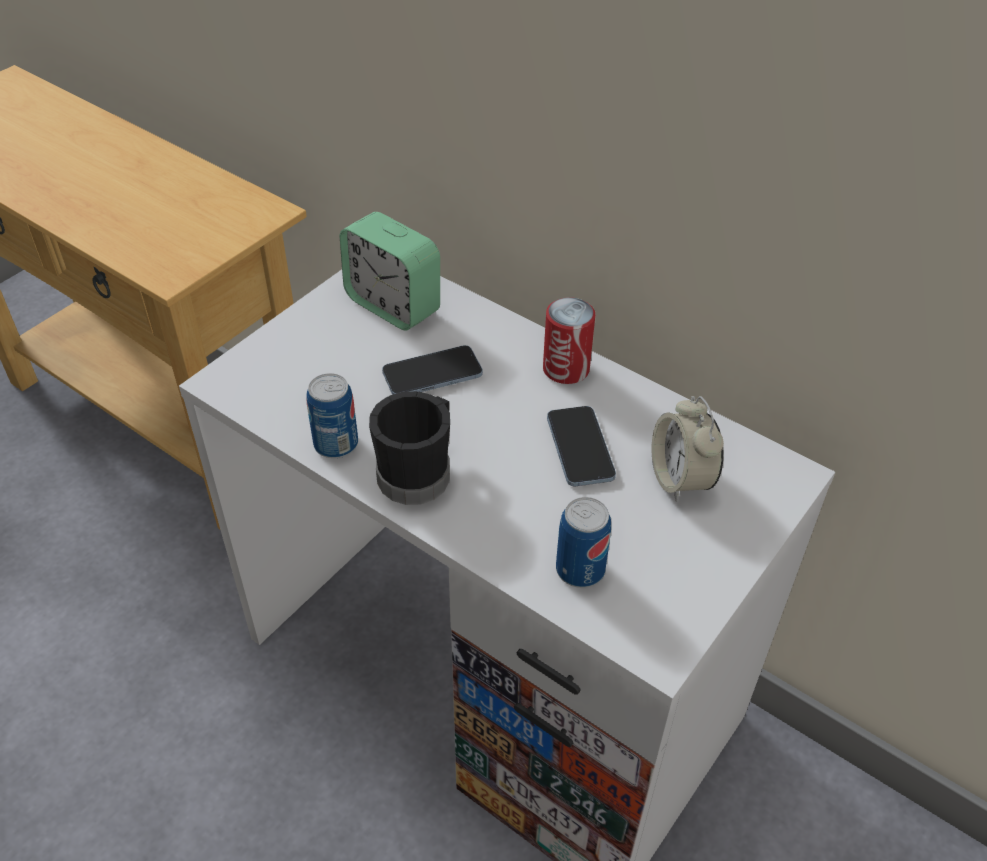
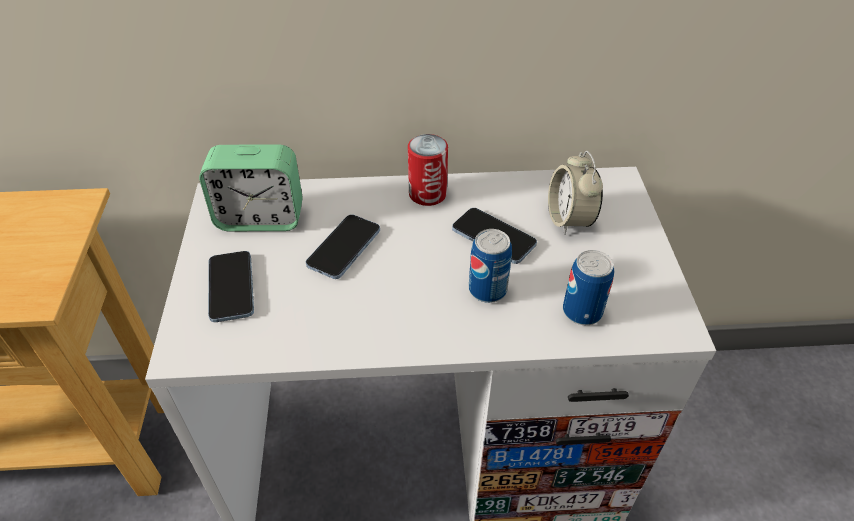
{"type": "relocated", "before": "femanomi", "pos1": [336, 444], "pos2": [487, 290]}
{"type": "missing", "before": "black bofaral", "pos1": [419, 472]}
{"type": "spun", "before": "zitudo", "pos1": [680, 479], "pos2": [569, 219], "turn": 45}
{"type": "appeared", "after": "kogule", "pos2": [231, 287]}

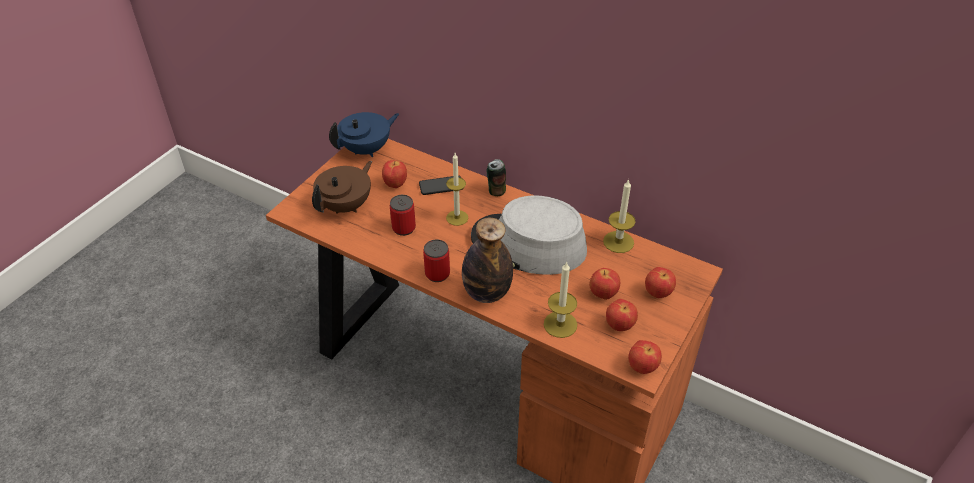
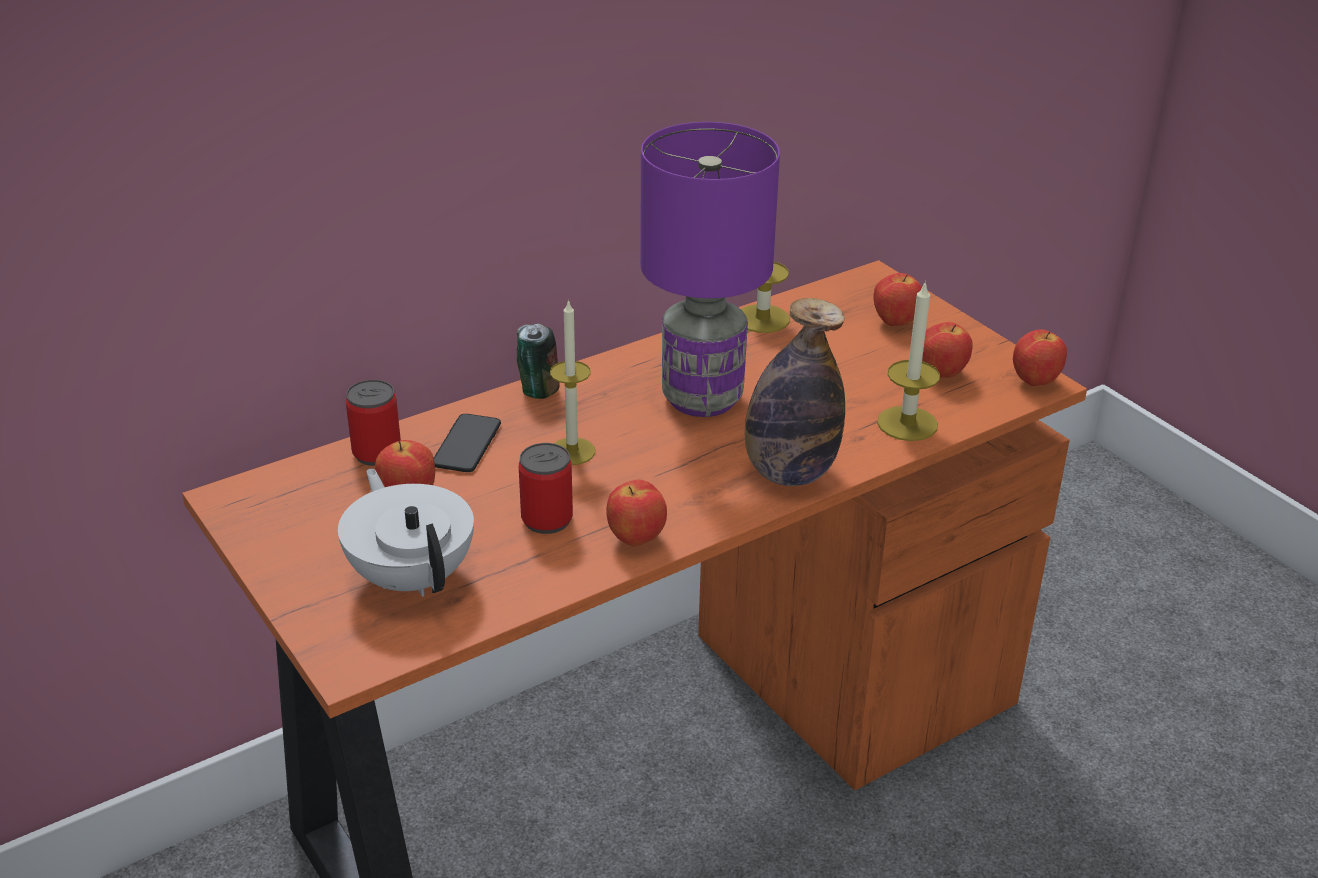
{"type": "missing", "before": "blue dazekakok", "pos1": [367, 149]}
{"type": "colour", "before": "brown dazekakok", "after": "white dazekakok", "pos1": [346, 206], "pos2": [412, 576]}
{"type": "exchanged", "before": "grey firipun", "after": "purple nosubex", "pos1": [528, 245], "pos2": [704, 399]}
{"type": "relocated", "before": "femanomi", "pos1": [437, 274], "pos2": [377, 453]}
{"type": "relocated", "before": "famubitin", "pos1": [603, 295], "pos2": [636, 540]}

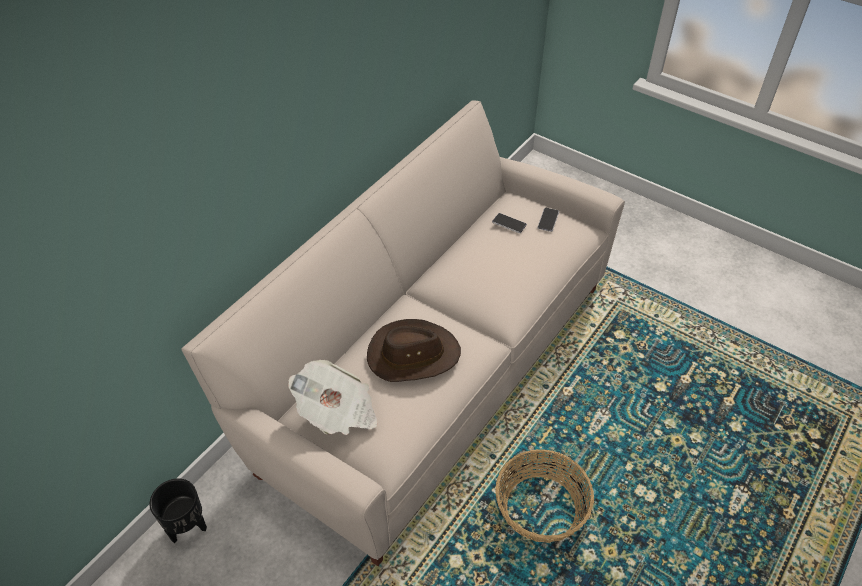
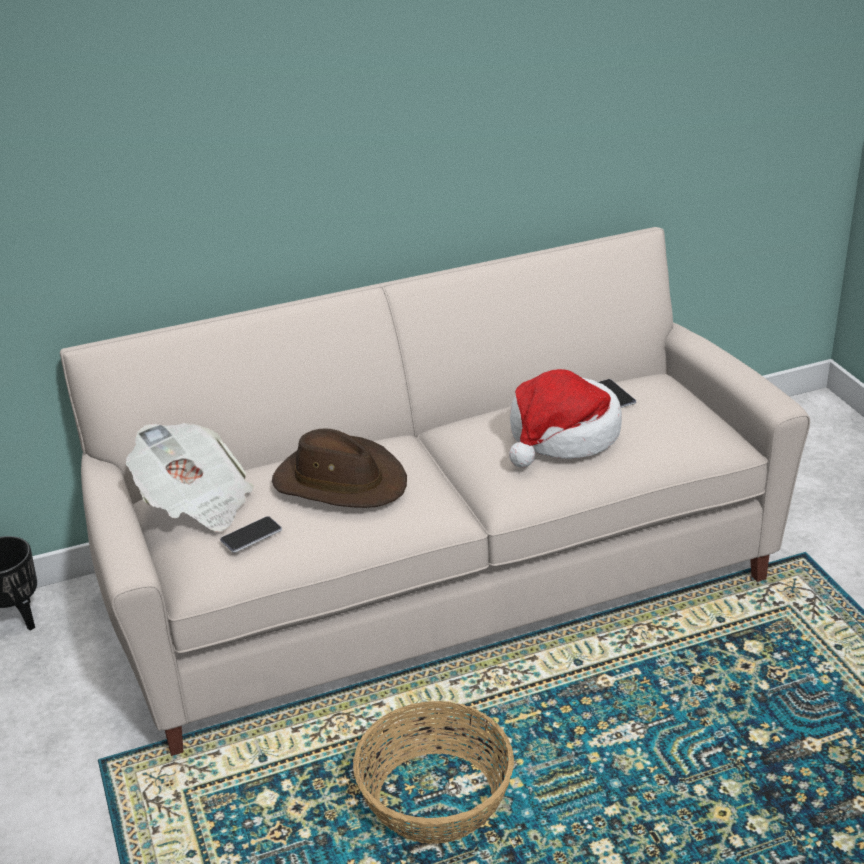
{"type": "relocated", "before": "kogule", "pos1": [548, 220], "pos2": [251, 535]}
{"type": "appeared", "after": "firipun", "pos2": [562, 436]}

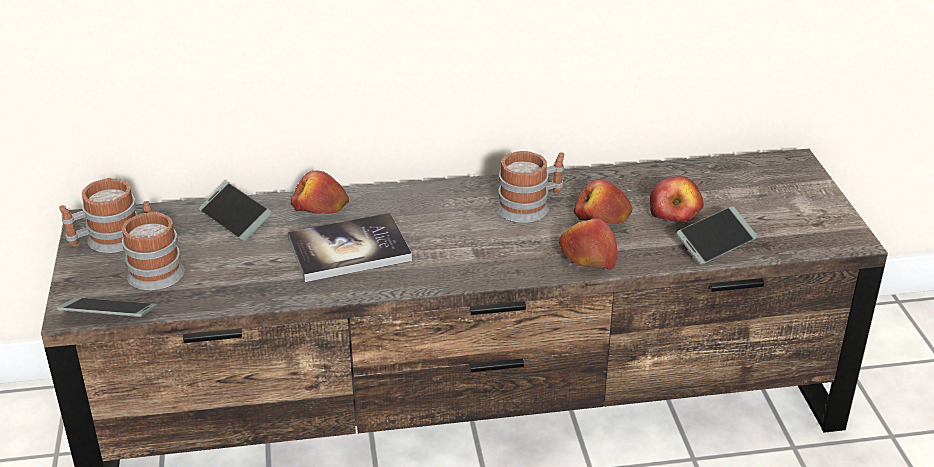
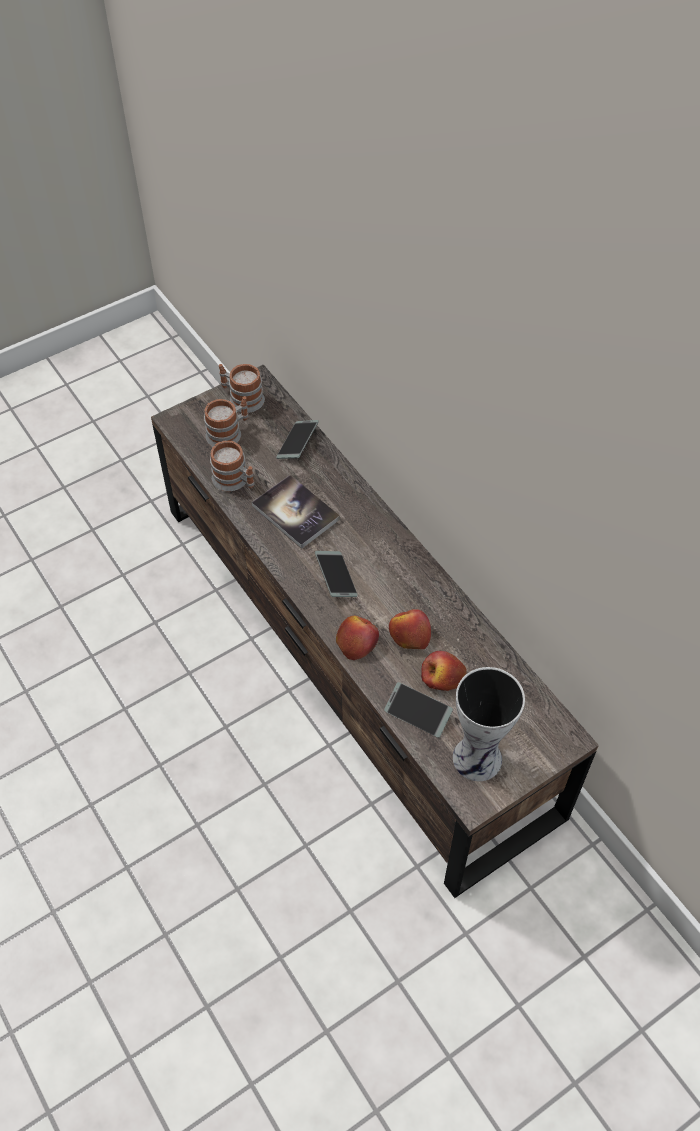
{"type": "relocated", "before": "bofaral", "pos1": [530, 207], "pos2": [235, 481]}
{"type": "missing", "before": "famubitin", "pos1": [320, 209]}
{"type": "relocated", "before": "kogule", "pos1": [109, 315], "pos2": [336, 577]}
{"type": "appeared", "after": "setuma", "pos2": [479, 758]}

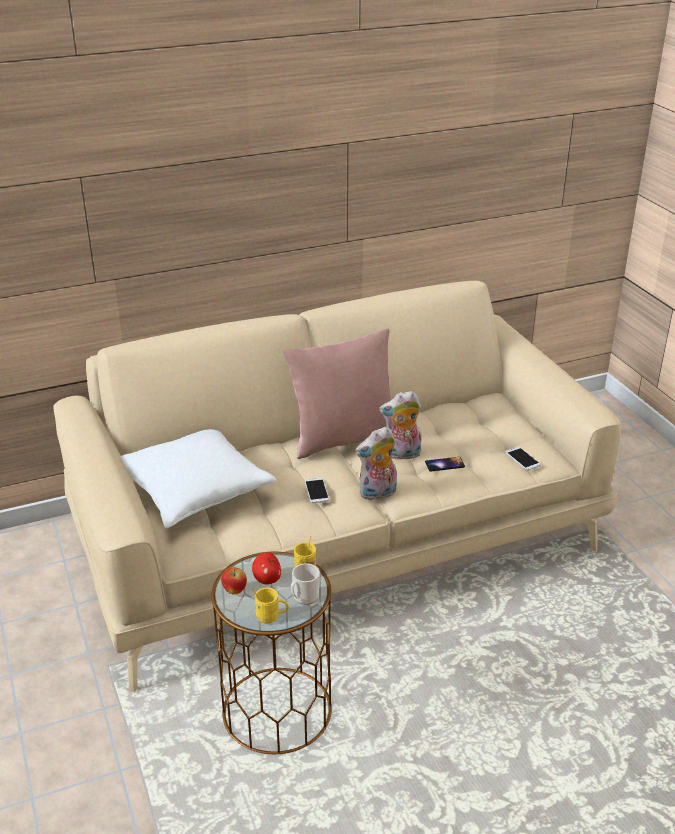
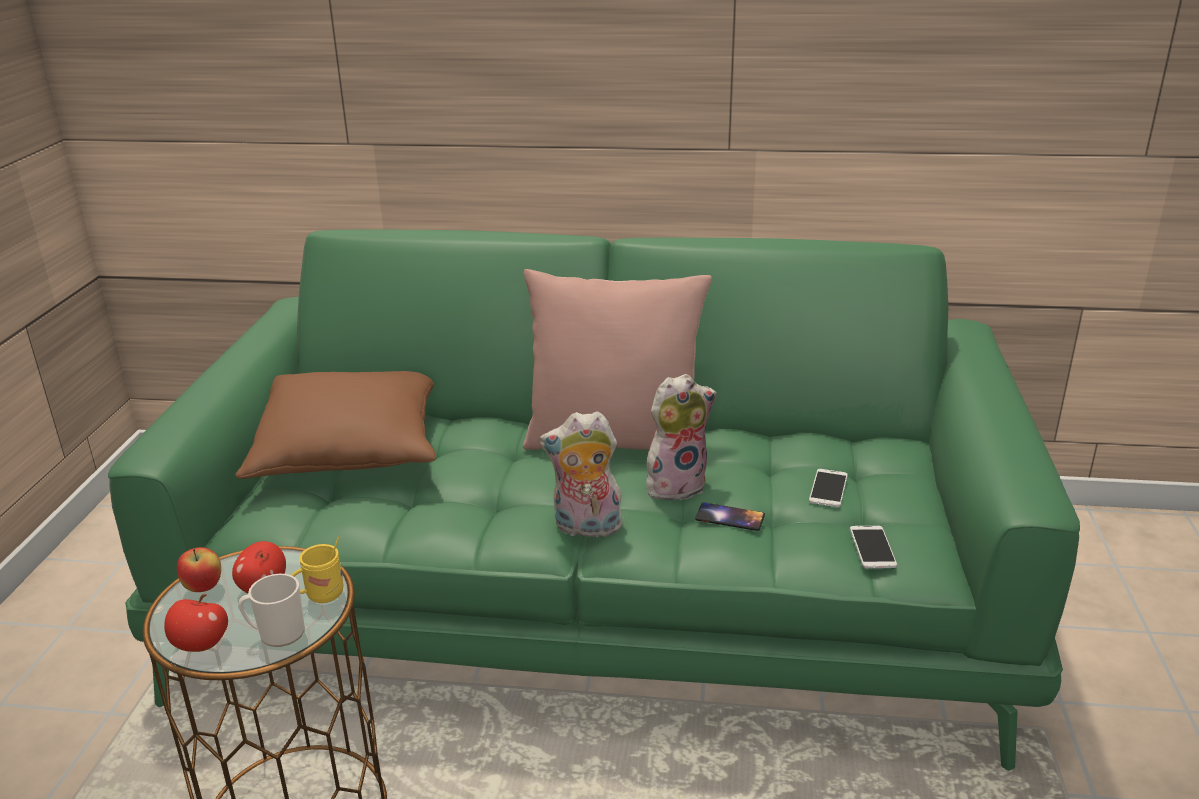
{"type": "colour", "before": "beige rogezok", "after": "green rogezok", "pos1": [337, 534], "pos2": [603, 594]}
{"type": "spun", "before": "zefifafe", "pos1": [401, 455], "pos2": [676, 484], "turn": 135}
{"type": "colour", "before": "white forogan", "after": "brown forogan", "pos1": [194, 489], "pos2": [350, 447]}
{"type": "relocated", "before": "kogule", "pos1": [316, 490], "pos2": [828, 488]}
{"type": "exchanged", "before": "yellow bofaral", "after": "famubitin", "pos1": [271, 617], "pos2": [200, 645]}

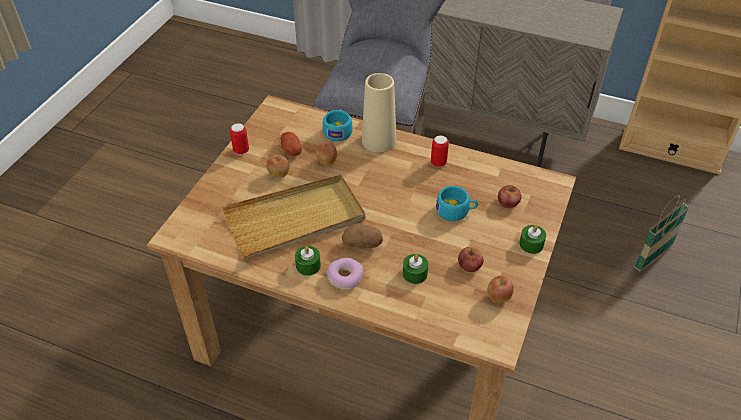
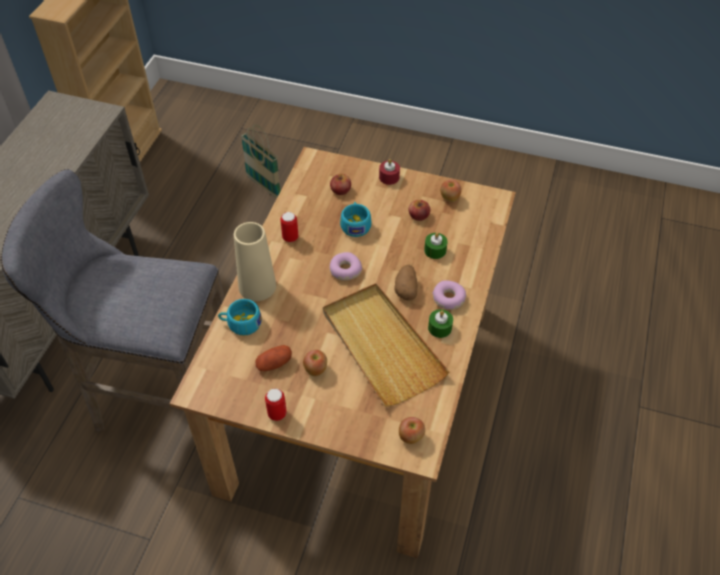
{"type": "relocated", "before": "famubitin", "pos1": [326, 162], "pos2": [411, 437]}
{"type": "colour", "before": "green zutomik", "after": "red zutomik", "pos1": [531, 244], "pos2": [389, 177]}
{"type": "appeared", "after": "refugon", "pos2": [345, 270]}

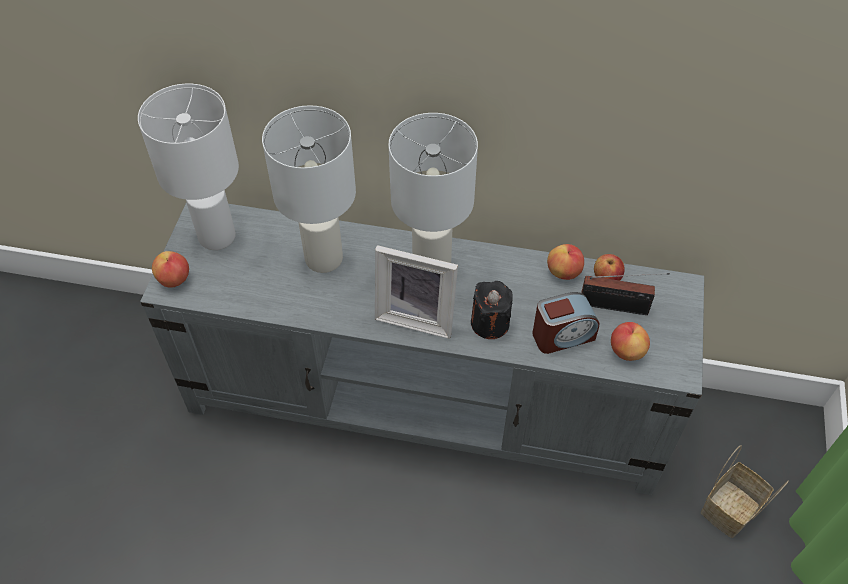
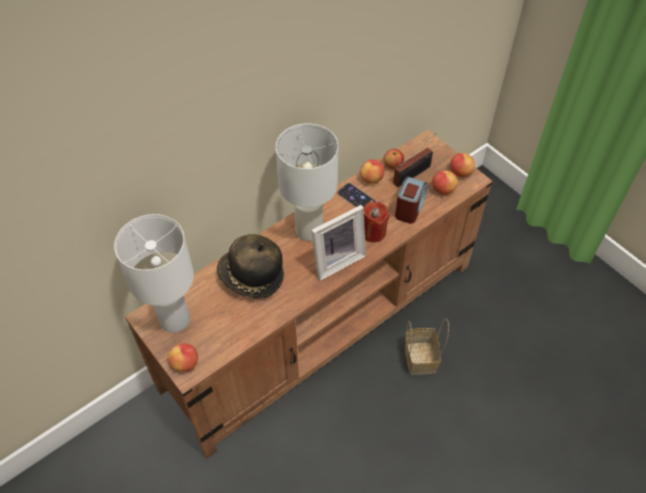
{"type": "exchanged", "before": "white nosubex", "after": "firipun", "pos1": [323, 259], "pos2": [251, 277]}
{"type": "colour", "before": "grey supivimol", "after": "brown supivimol", "pos1": [426, 401], "pos2": [322, 324]}
{"type": "colour", "before": "black zutomik", "after": "red zutomik", "pos1": [490, 323], "pos2": [373, 232]}
{"type": "relocated", "before": "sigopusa", "pos1": [729, 511], "pos2": [421, 359]}
{"type": "appeared", "after": "famubitin", "pos2": [460, 172]}
{"type": "appeared", "after": "kogule", "pos2": [356, 197]}

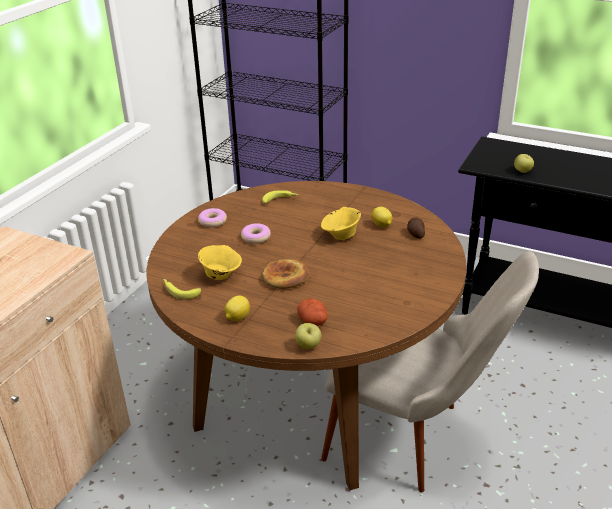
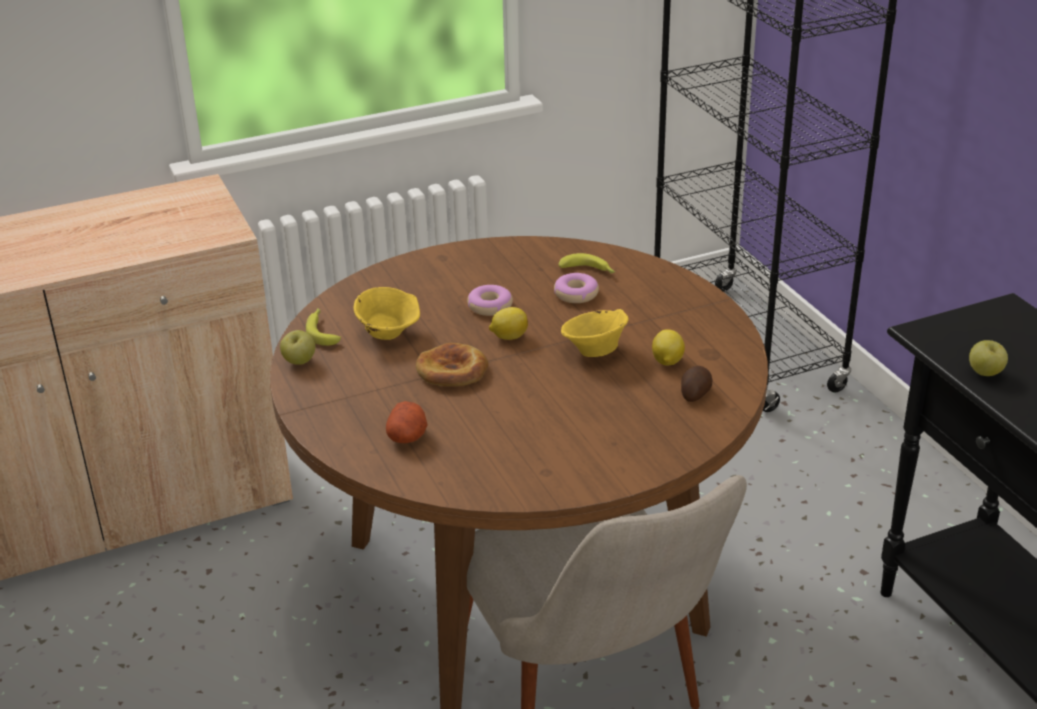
{"type": "relocated", "before": "refugon", "pos1": [212, 221], "pos2": [576, 294]}
{"type": "relocated", "before": "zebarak", "pos1": [237, 318], "pos2": [509, 337]}
{"type": "relocated", "before": "famubitin", "pos1": [308, 346], "pos2": [299, 362]}

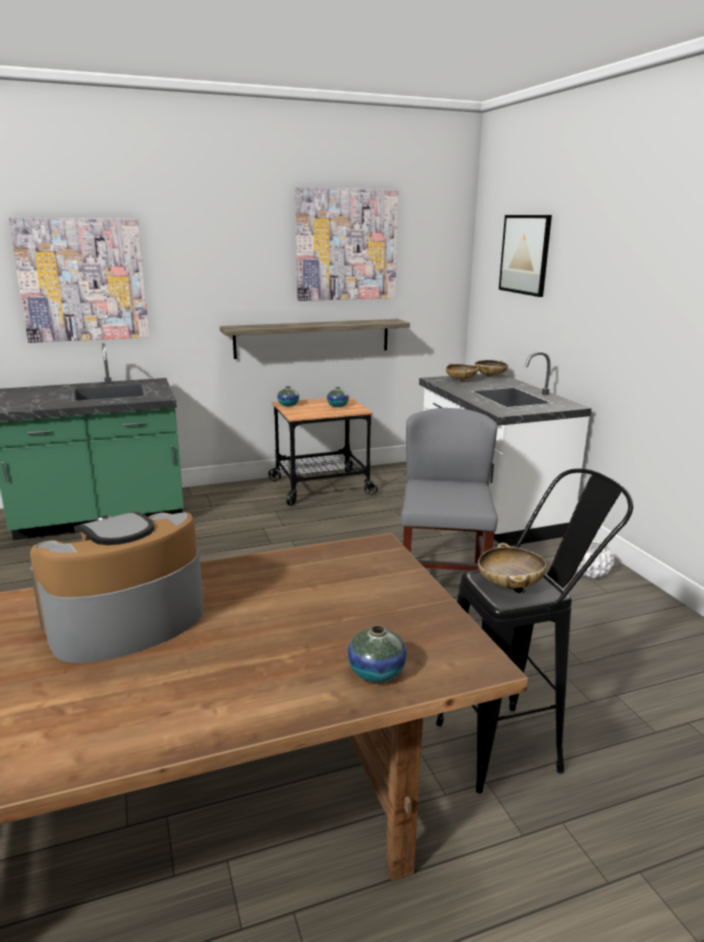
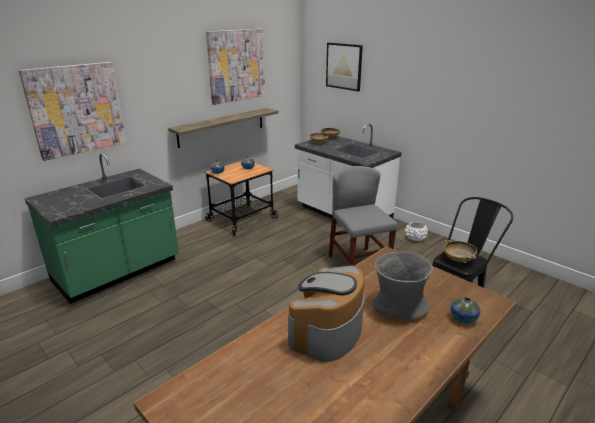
{"type": "appeared", "after": "grey setuma", "pos2": [399, 306]}

